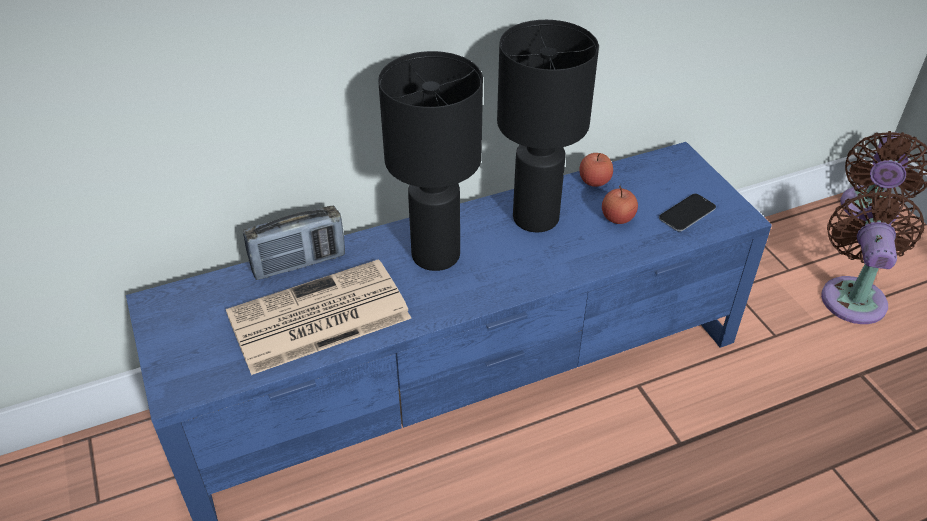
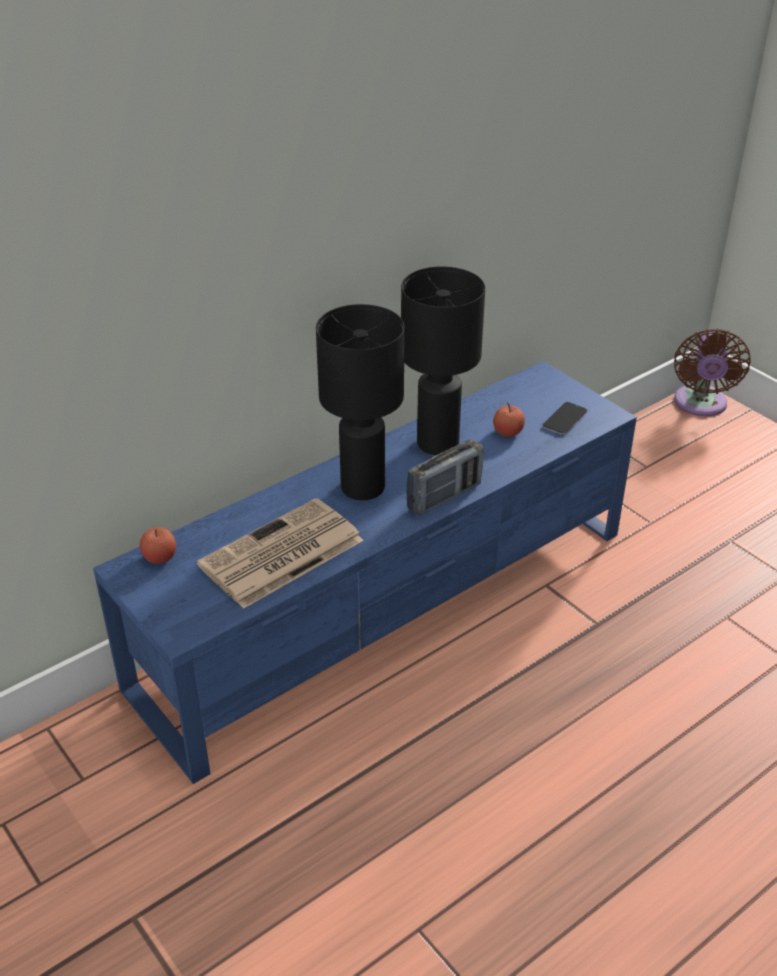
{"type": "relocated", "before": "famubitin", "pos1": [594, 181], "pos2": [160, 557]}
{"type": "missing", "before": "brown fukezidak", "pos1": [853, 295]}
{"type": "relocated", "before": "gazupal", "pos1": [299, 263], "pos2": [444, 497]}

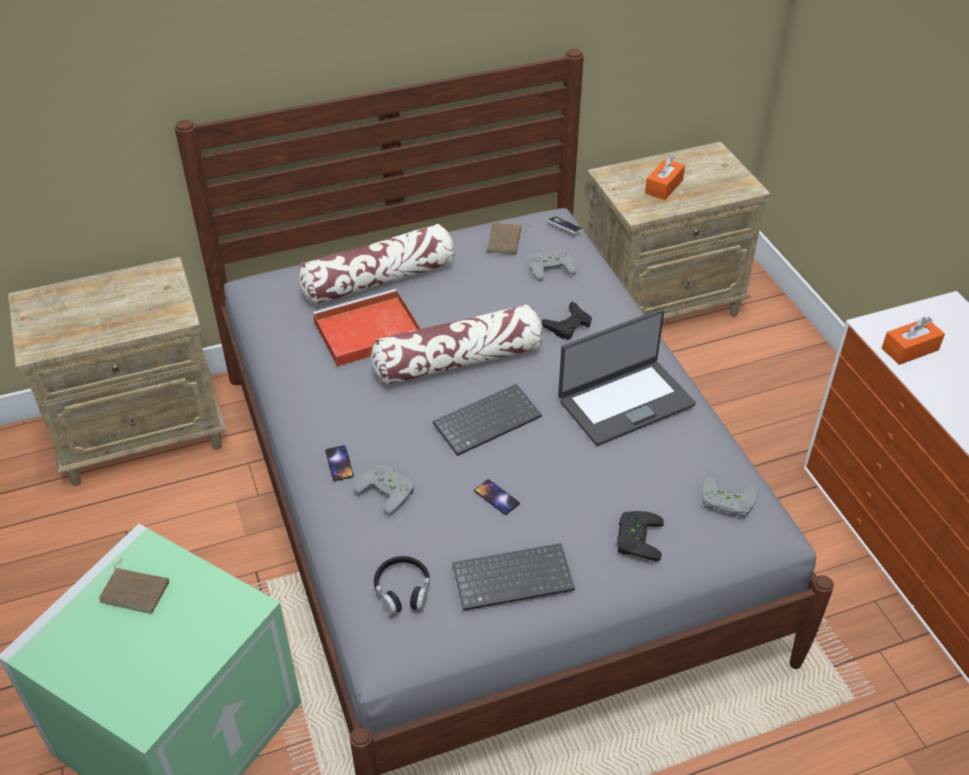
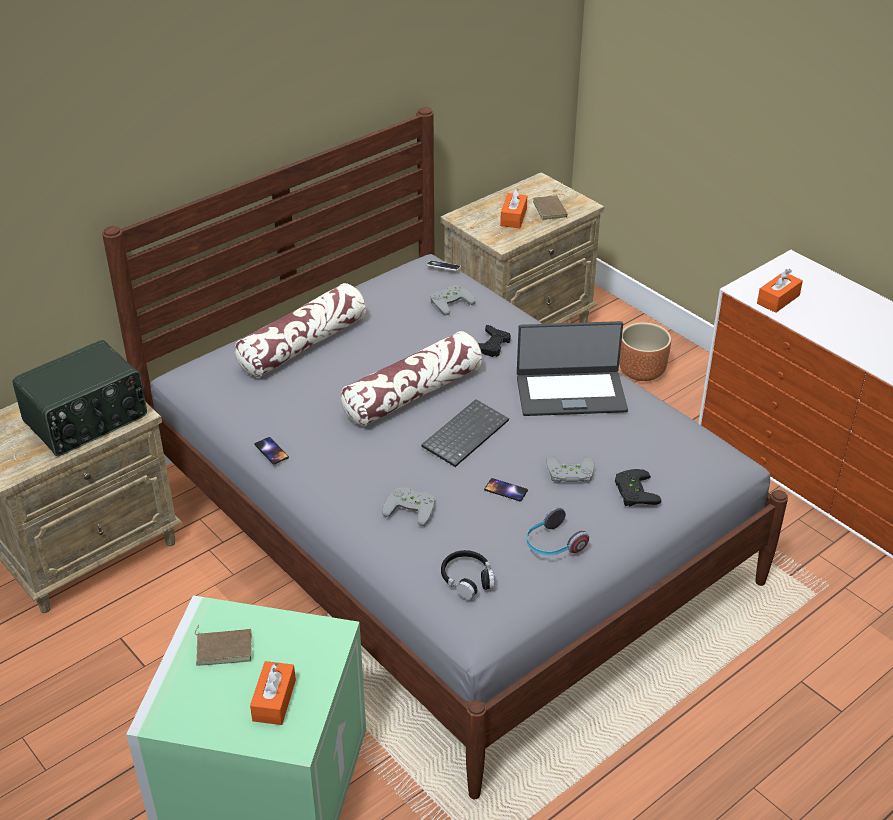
{"type": "relocated", "before": "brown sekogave", "pos1": [505, 241], "pos2": [551, 209]}
{"type": "missing", "before": "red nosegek", "pos1": [366, 332]}
{"type": "spun", "before": "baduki", "pos1": [625, 401], "pos2": [570, 393], "turn": 45}
{"type": "relocated", "before": "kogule", "pos1": [339, 463], "pos2": [271, 451]}
{"type": "relocated", "before": "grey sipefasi", "pos1": [726, 502], "pos2": [570, 474]}
{"type": "exchanged", "before": "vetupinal", "after": "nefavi", "pos1": [514, 576], "pos2": [553, 545]}
{"type": "appeared", "after": "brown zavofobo", "pos2": [642, 372]}
{"type": "appeared", "after": "gazupal", "pos2": [87, 420]}
{"type": "appeared", "after": "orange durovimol", "pos2": [274, 700]}

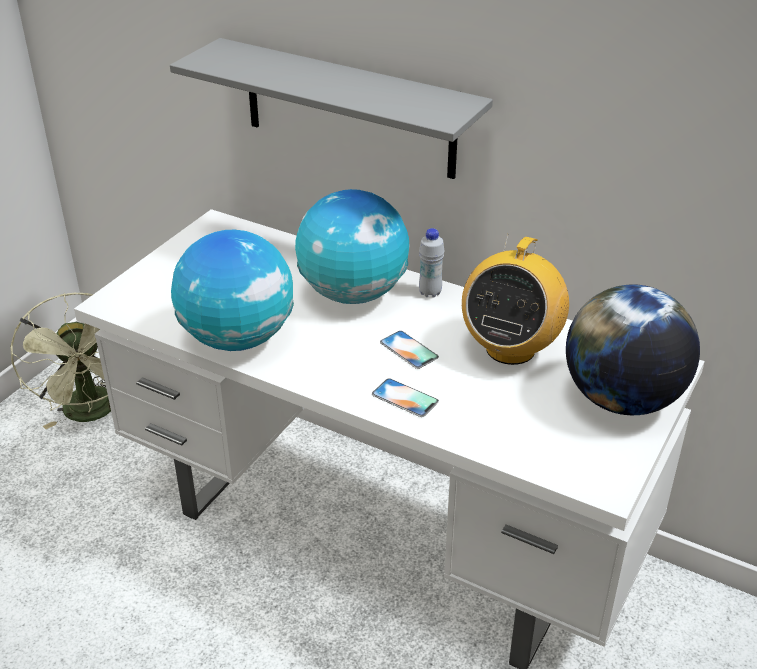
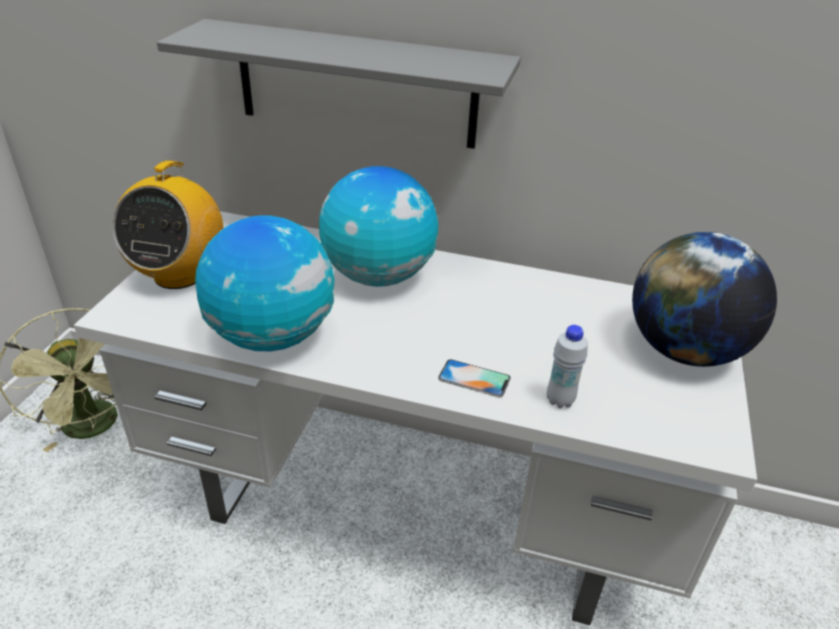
{"type": "relocated", "before": "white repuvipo", "pos1": [430, 292], "pos2": [560, 400]}
{"type": "relocated", "before": "gazupal", "pos1": [510, 348], "pos2": [179, 274]}
{"type": "missing", "before": "kogule", "pos1": [409, 350]}

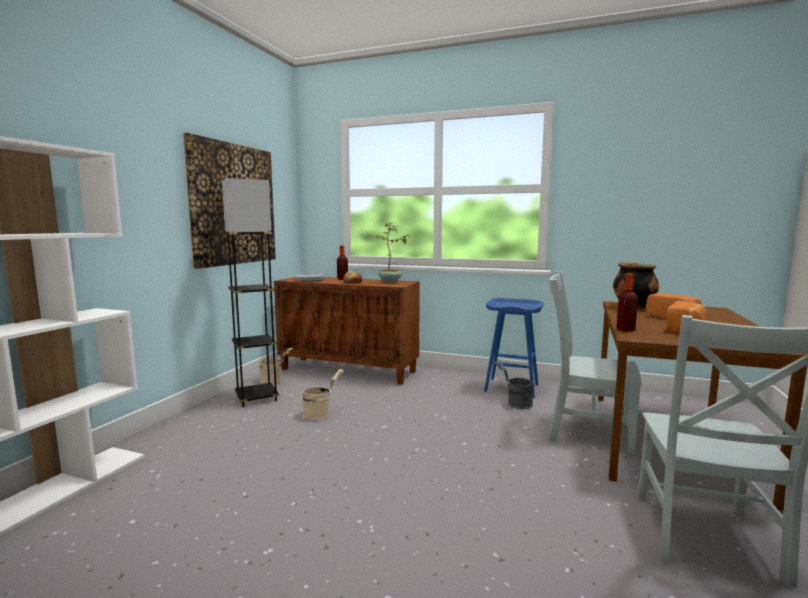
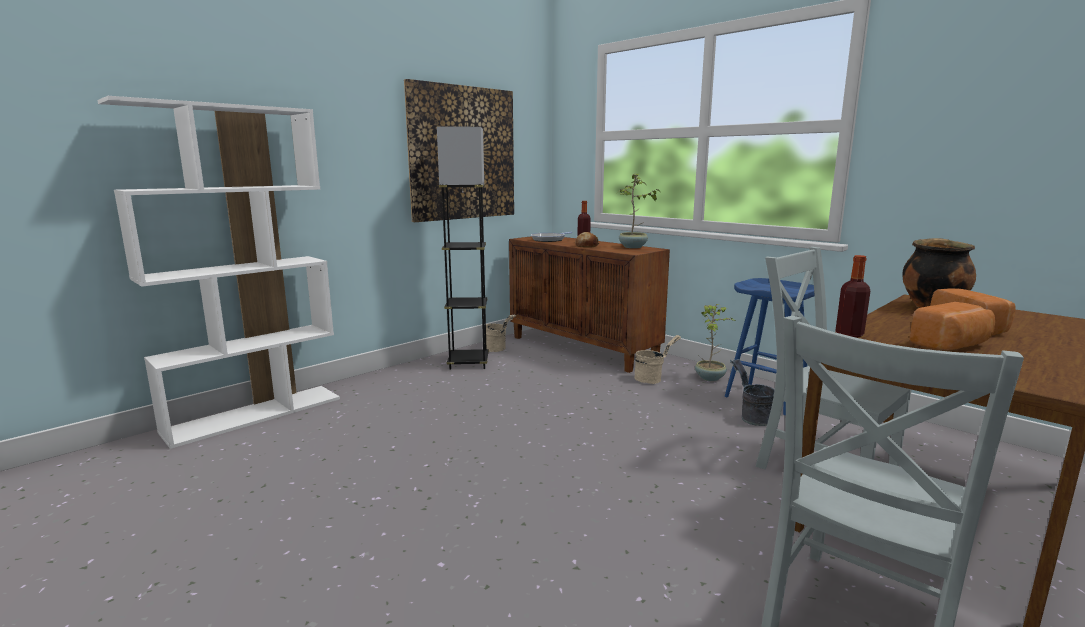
{"type": "relocated", "before": "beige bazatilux", "pos1": [321, 414], "pos2": [653, 379]}
{"type": "appeared", "after": "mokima", "pos2": [710, 378]}

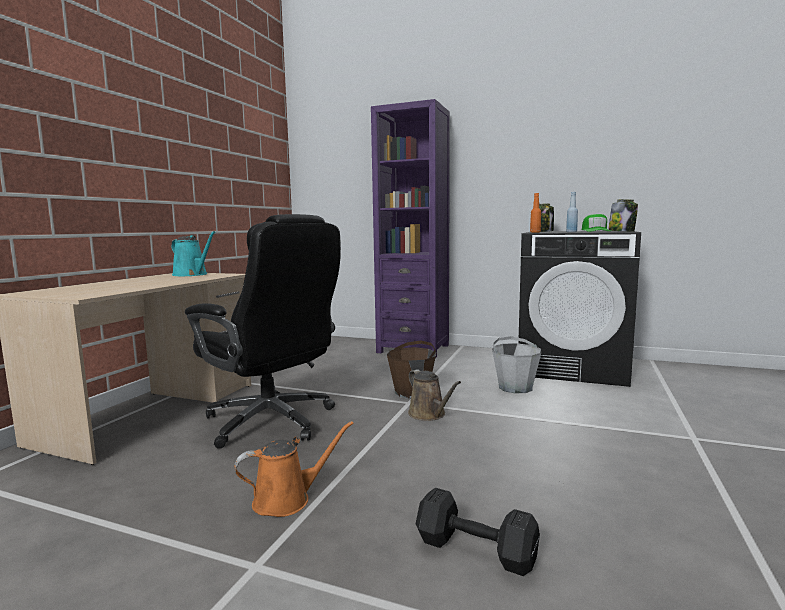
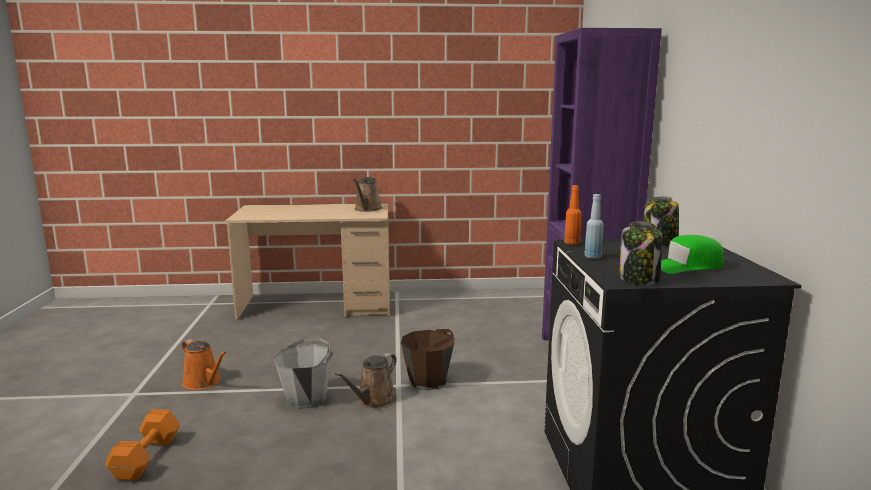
{"type": "missing", "before": "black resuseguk", "pos1": [272, 421]}
{"type": "colour", "before": "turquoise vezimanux", "after": "brown vezimanux", "pos1": [192, 274], "pos2": [367, 209]}
{"type": "relocated", "before": "grey bazatilux", "pos1": [515, 387], "pos2": [306, 398]}
{"type": "colour", "before": "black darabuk", "after": "orange darabuk", "pos1": [478, 551], "pos2": [144, 459]}

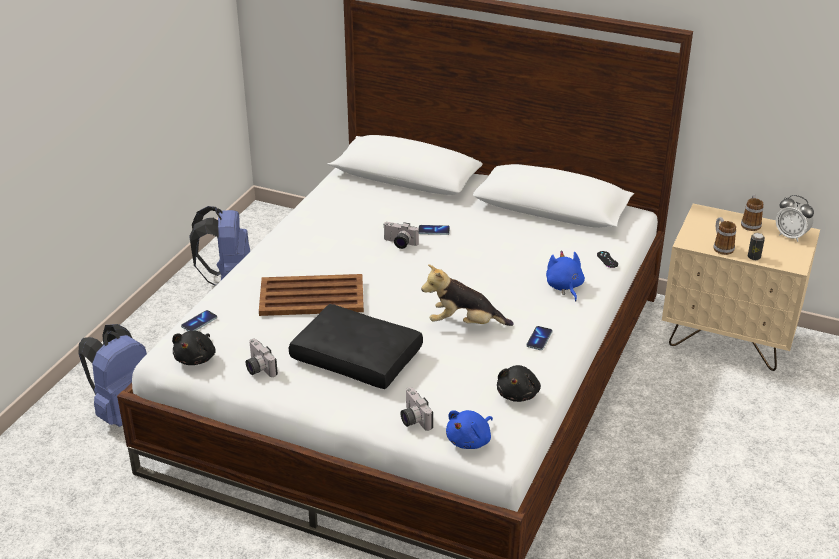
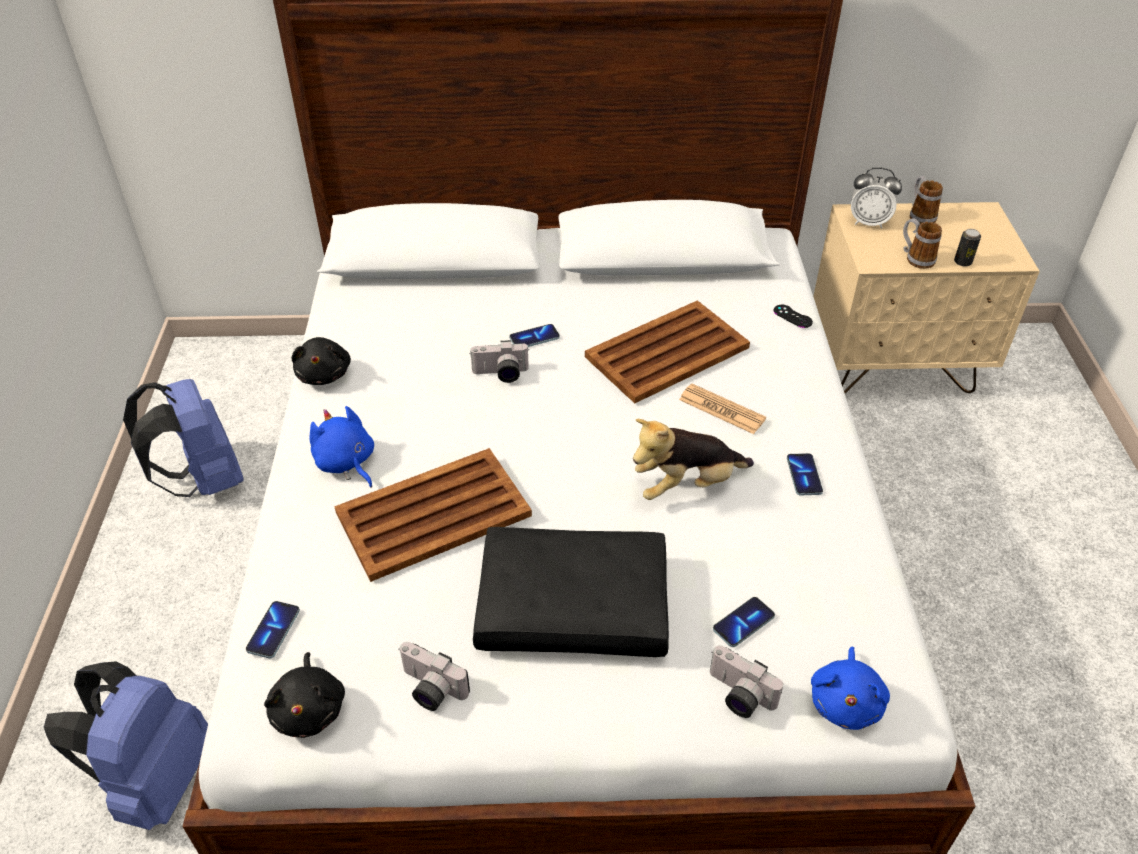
{"type": "relocated", "before": "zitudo", "pos1": [791, 236], "pos2": [868, 222]}
{"type": "relocated", "before": "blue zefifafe", "pos1": [564, 287], "pos2": [346, 463]}
{"type": "relocated", "before": "black zefifafe", "pos1": [518, 394], "pos2": [324, 374]}
{"type": "appeared", "after": "brown nosegek", "pos2": [668, 352]}
{"type": "appeared", "after": "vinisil", "pos2": [721, 409]}
{"type": "appeared", "after": "kogule", "pos2": [743, 623]}

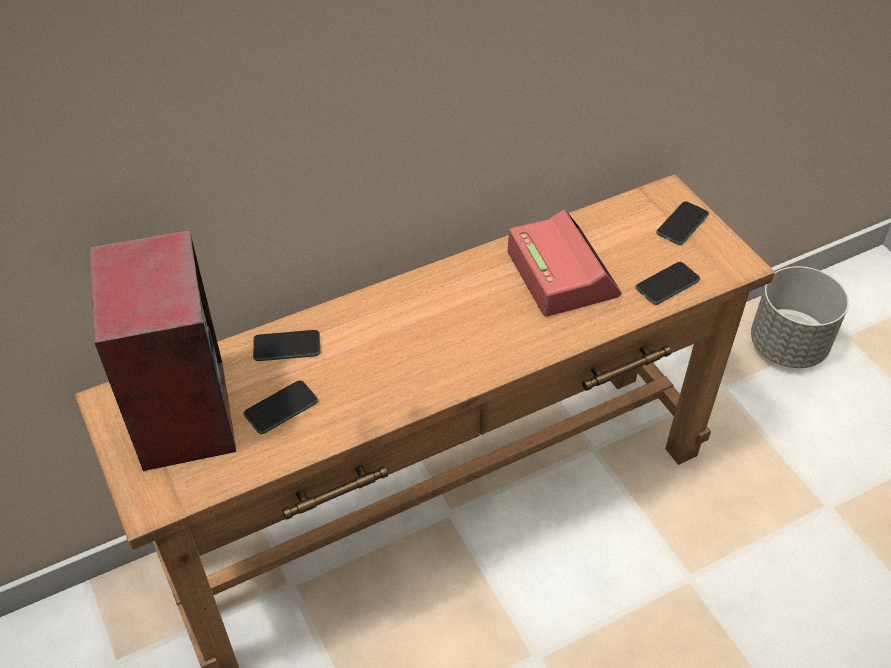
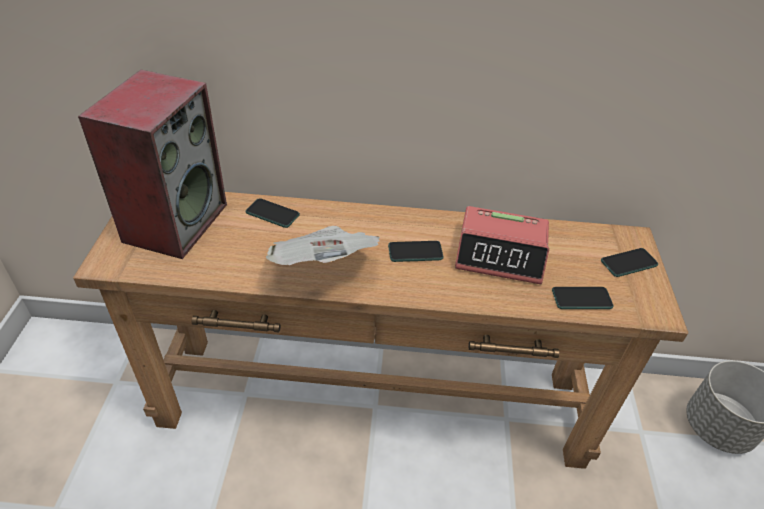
{"type": "spun", "before": "zitudo", "pos1": [561, 274], "pos2": [500, 254], "turn": 90}
{"type": "relocated", "before": "kogule", "pos1": [281, 408], "pos2": [415, 252]}
{"type": "appeared", "after": "vinisil", "pos2": [323, 266]}

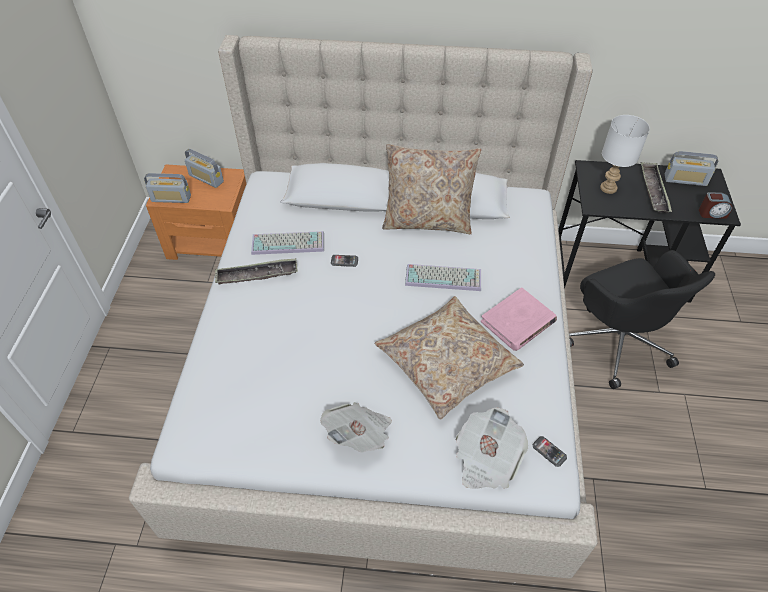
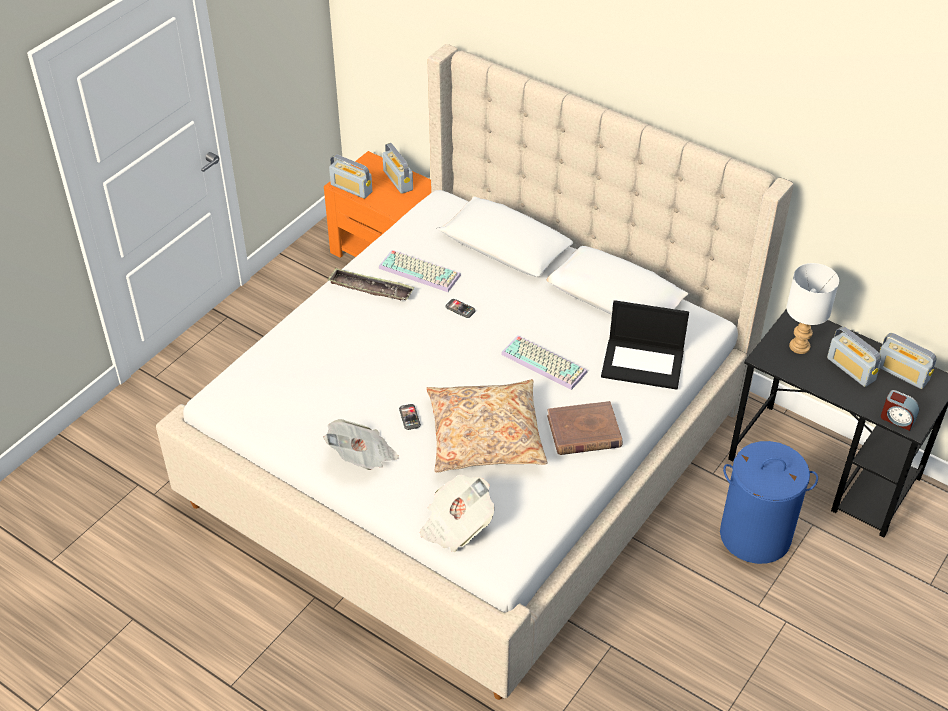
{"type": "missing", "before": "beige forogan", "pos1": [427, 221]}
{"type": "exchanged", "before": "nosegek", "after": "gazupal", "pos1": [653, 190], "pos2": [851, 369]}
{"type": "exchanged", "before": "black resuseguk", "after": "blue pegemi", "pos1": [617, 340], "pos2": [754, 535]}
{"type": "colour", "before": "pink sekogave", "after": "brown sekogave", "pos1": [518, 322], "pos2": [584, 432]}
{"type": "relocated", "before": "kogule", "pos1": [549, 452], "pos2": [409, 417]}
{"type": "appeared", "after": "baduki", "pos2": [643, 363]}

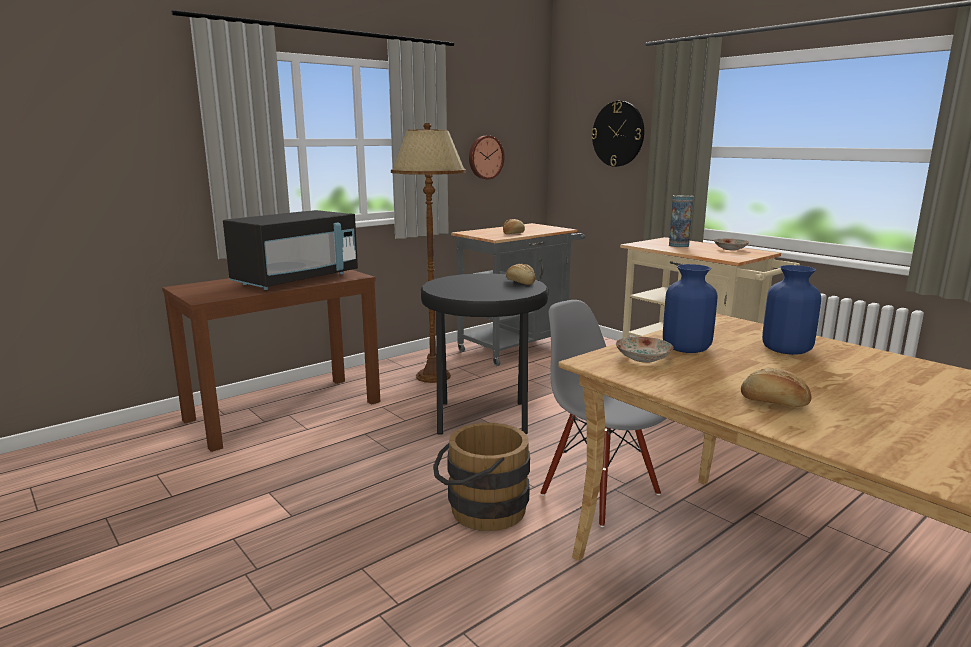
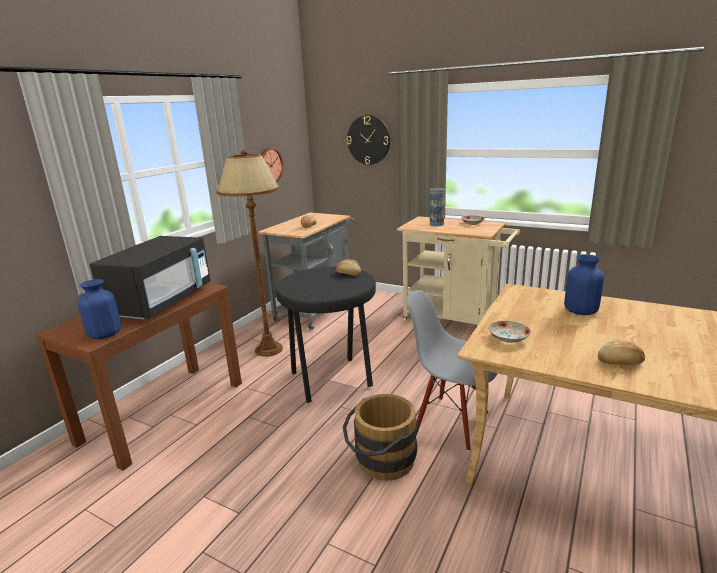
{"type": "relocated", "before": "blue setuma", "pos1": [686, 348], "pos2": [105, 334]}

